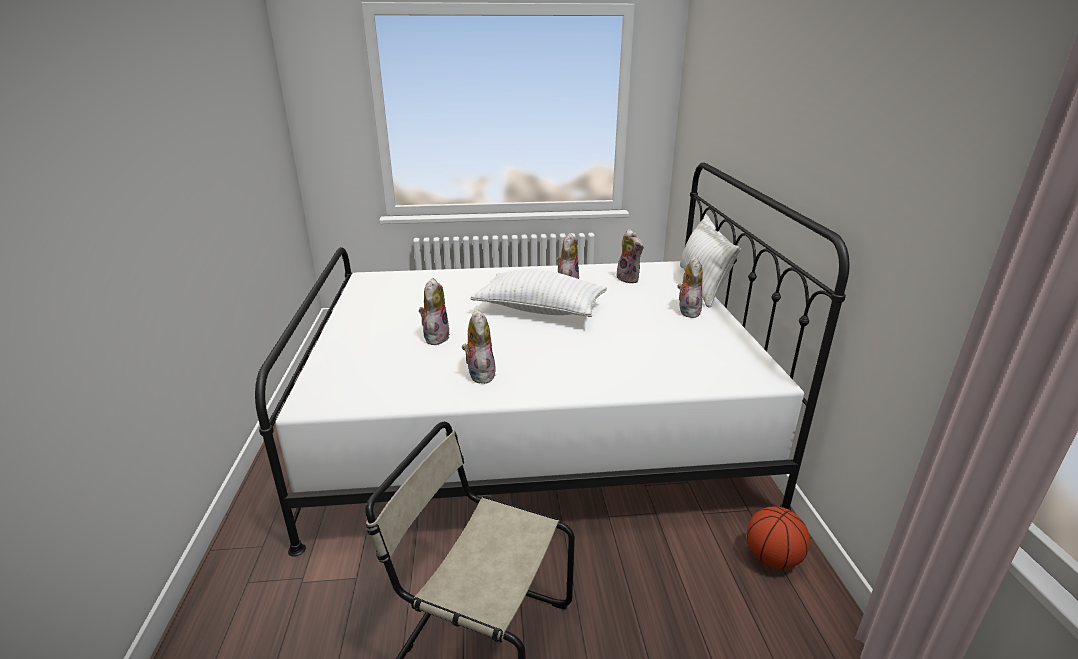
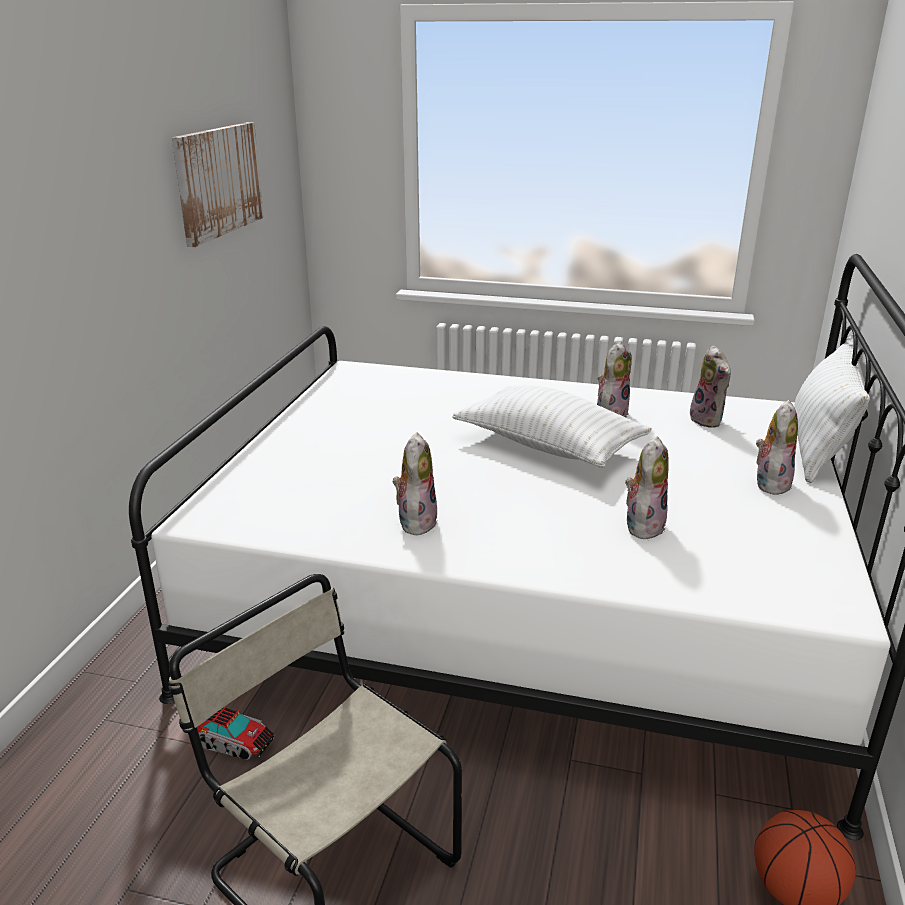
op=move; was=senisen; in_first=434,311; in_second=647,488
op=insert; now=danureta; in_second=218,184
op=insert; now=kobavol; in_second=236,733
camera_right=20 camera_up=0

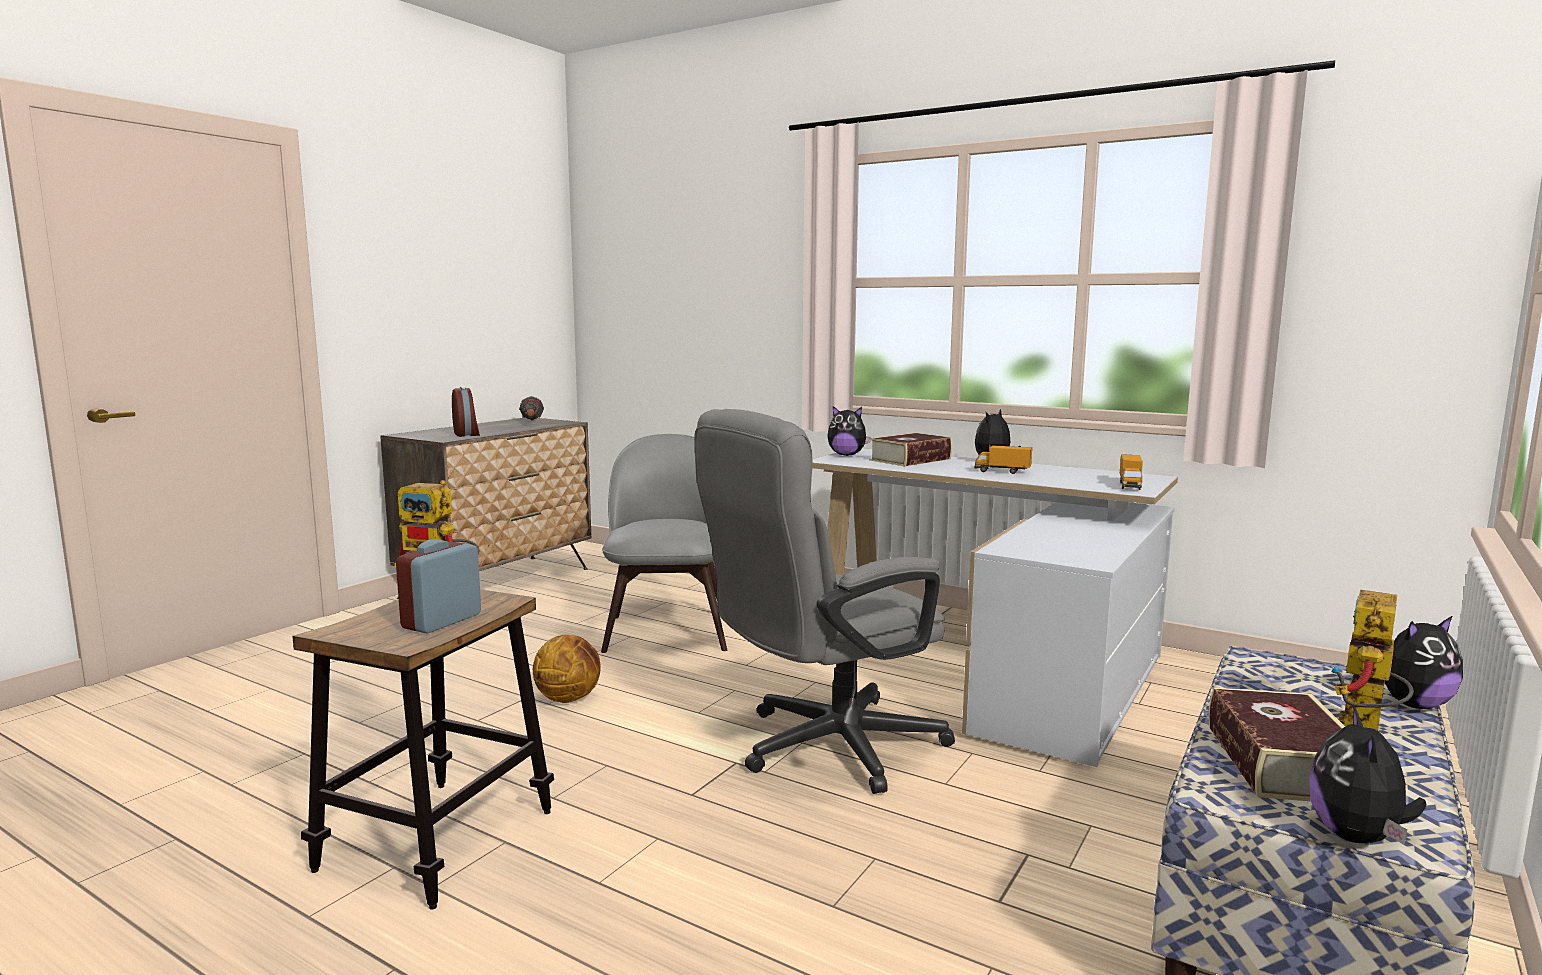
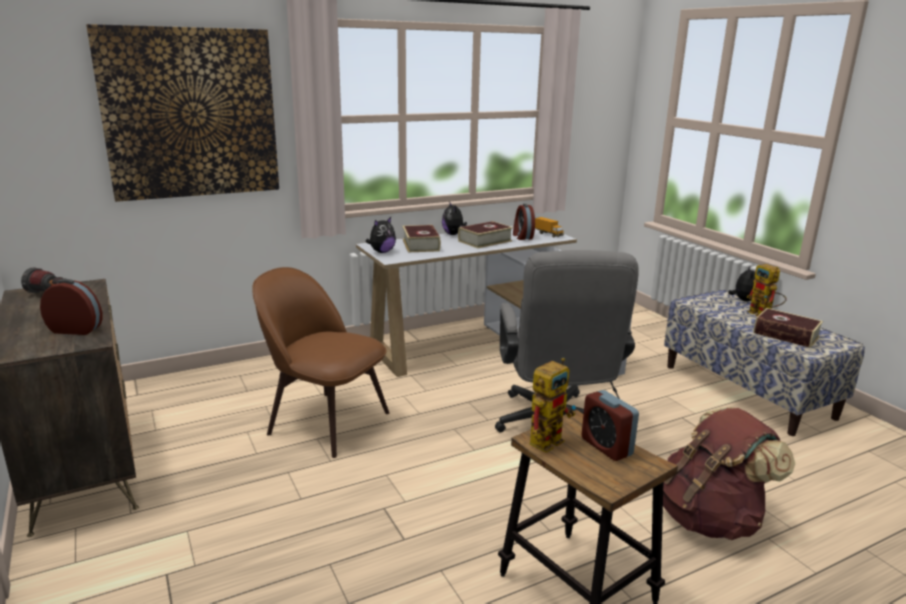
op=recolor; was=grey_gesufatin; now=brown_gesufatin; in_first=664,543; in_second=320,362
op=replace; was=kobavol; now=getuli; in_first=1003,459; in_second=485,234
op=delete; was=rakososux; in_first=567,669
op=delete; was=senisen; in_first=1367,774
op=insert; now=danureta; in_second=182,113
op=insert; now=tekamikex; in_second=524,222
op=insert; now=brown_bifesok; in_second=729,473
camera_right=-60 camera_up=10

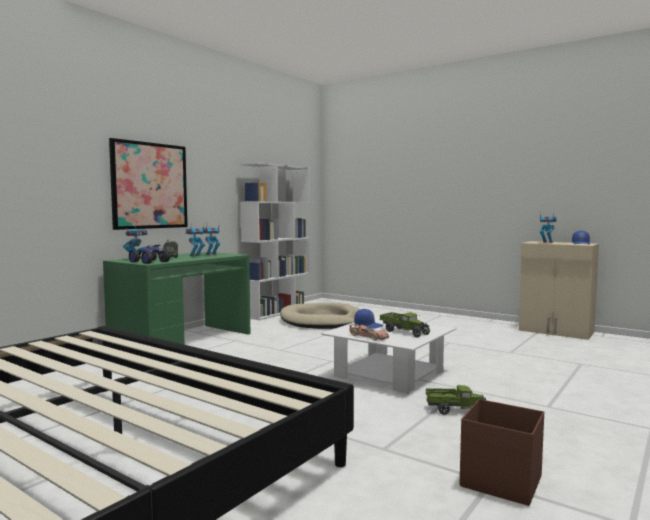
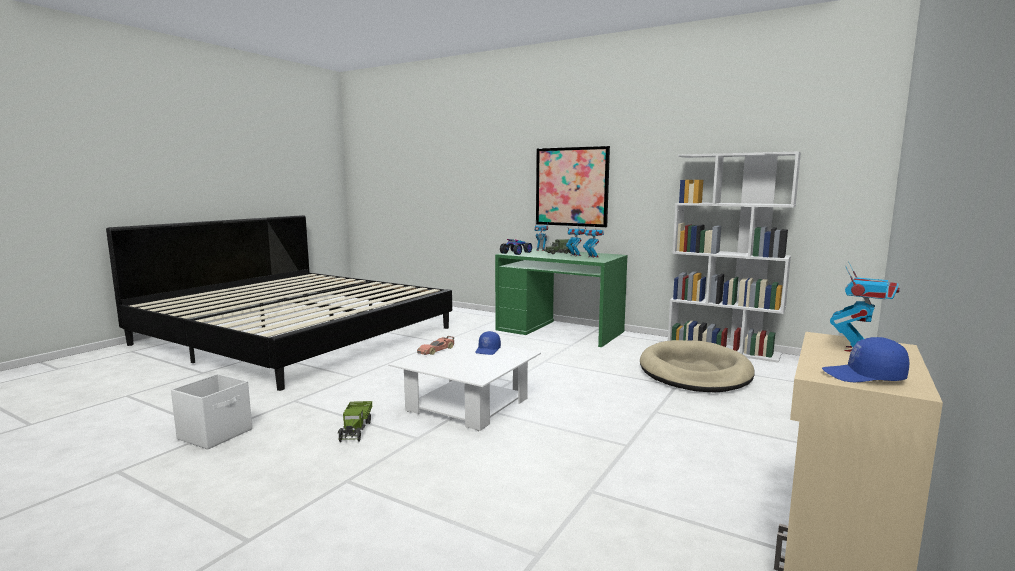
op=delete; was=kobavol; in_first=405,324
op=recolor; was=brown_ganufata; now=white_ganufata; in_first=502,452; in_second=211,412
camera_right=85 camera_up=5

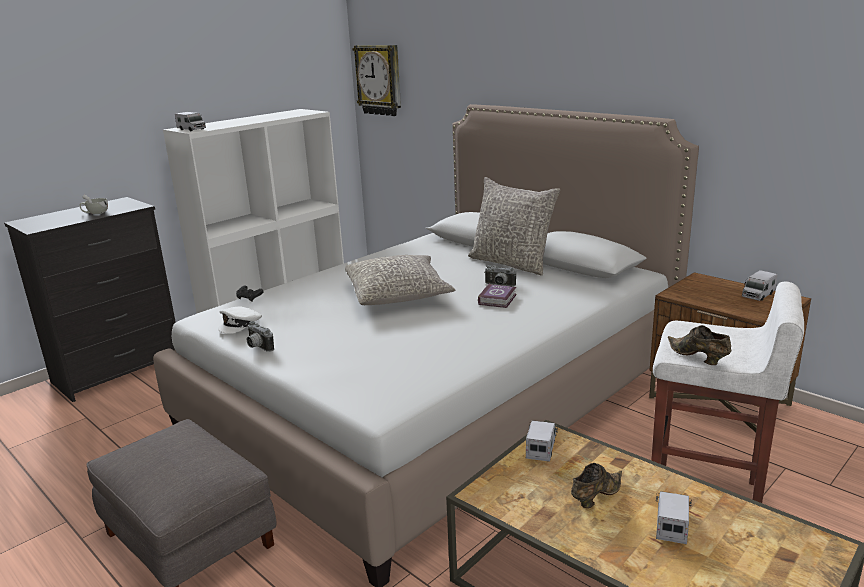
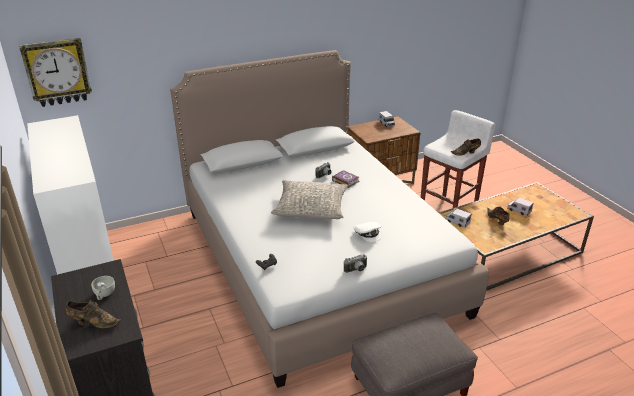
op=delete; was=kobavol; in_first=190,121
op=delete; was=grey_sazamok; in_first=514,226
op=move; was=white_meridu; in_first=240,320; in_second=367,232
op=insert; now=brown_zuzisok; in_second=93,314
camera_right=-70 camera_up=10

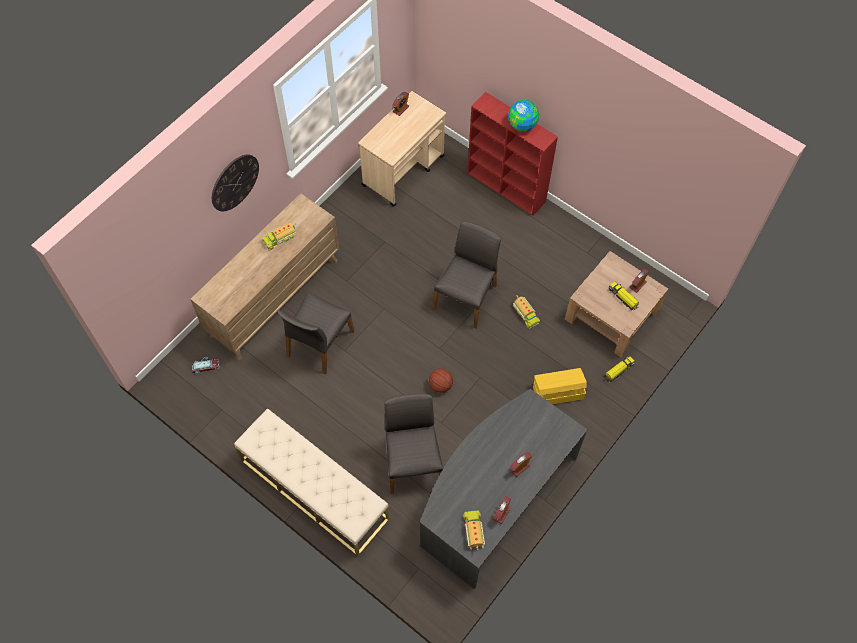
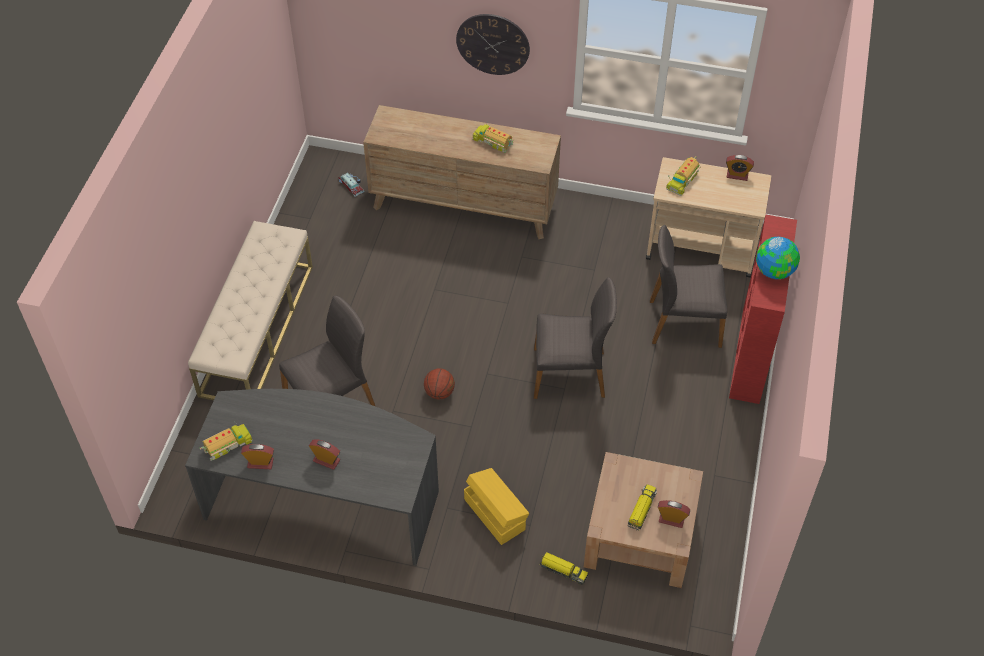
op=move; was=grey_gesufatin; in_first=315,333; in_second=688,286
op=move; was=kobavol; in_first=526,312; in_second=683,176
camera_right=65 camera_up=-10

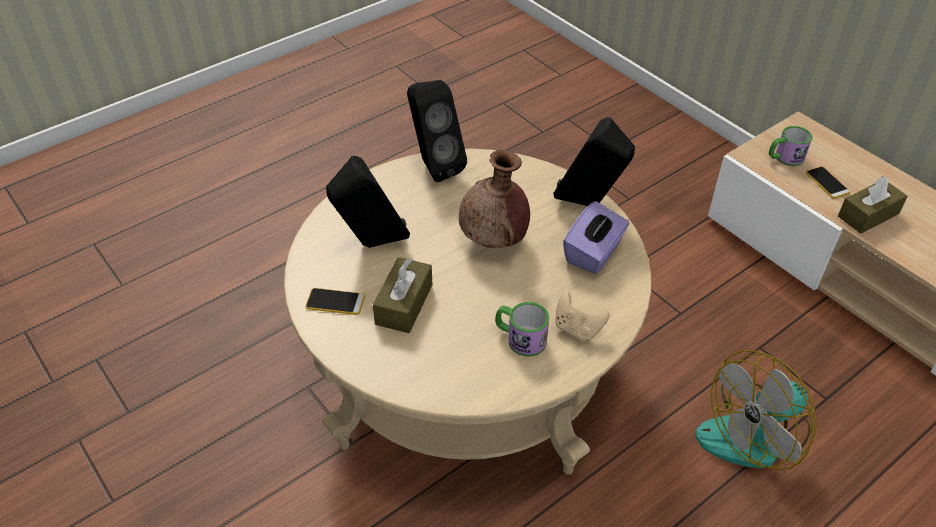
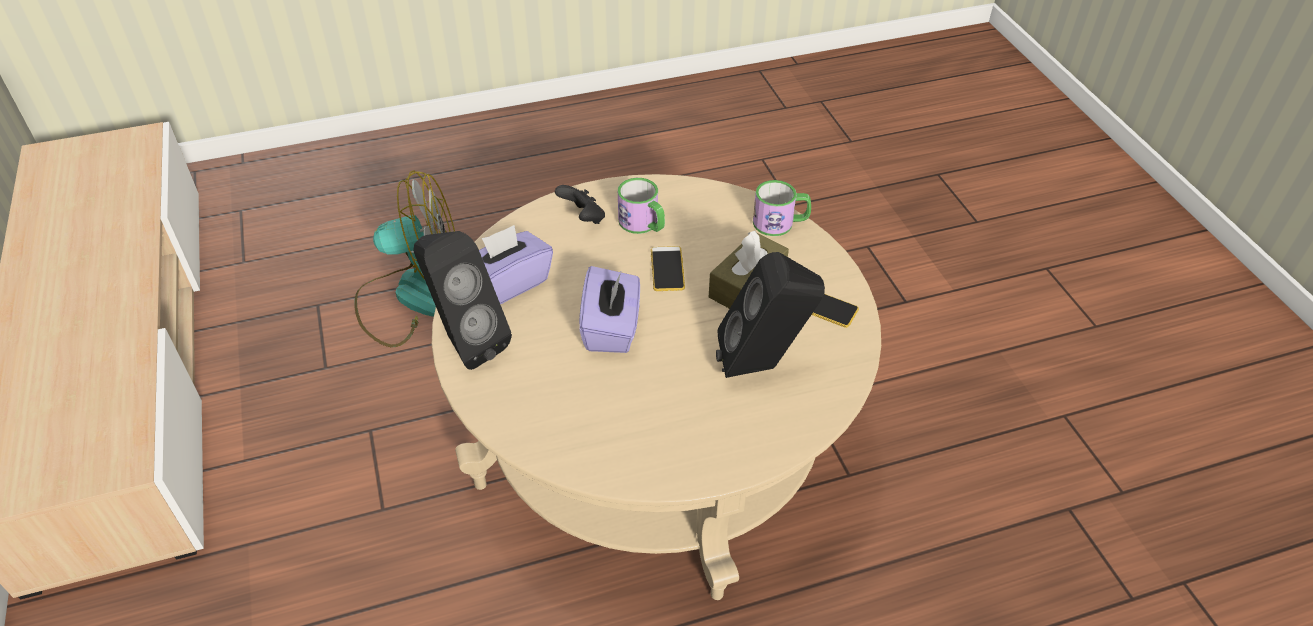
op=delete; was=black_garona; in_first=437,131
op=move; was=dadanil; in_first=791,146; in_second=782,208
op=replace; was=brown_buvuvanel; now=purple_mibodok; in_first=494,199; in_second=609,309
op=move; was=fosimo; in_first=828,182; in_second=668,268
op=delete; was=brown_mibodok; in_first=873,205
op=recolor; was=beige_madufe; now=black_madufe; in_first=582,316; in_second=580,204
camera_right=-160 camera_up=0

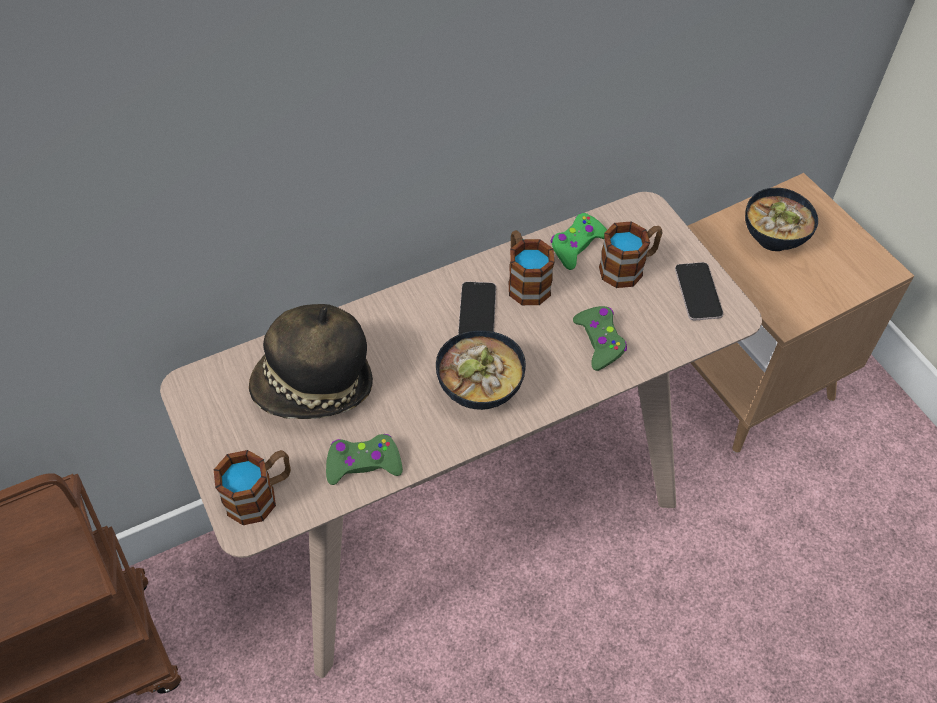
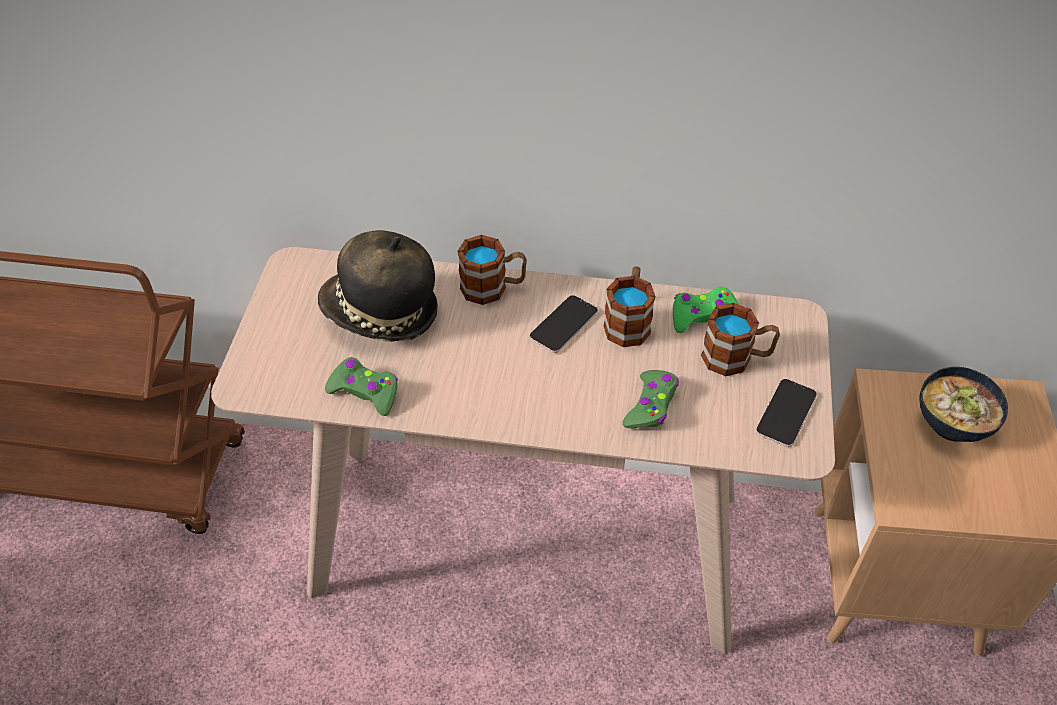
op=delete; was=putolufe; in_first=481,370
op=move; was=dadanil; in_first=252,487; in_second=492,270
camera_right=35 camera_up=-5

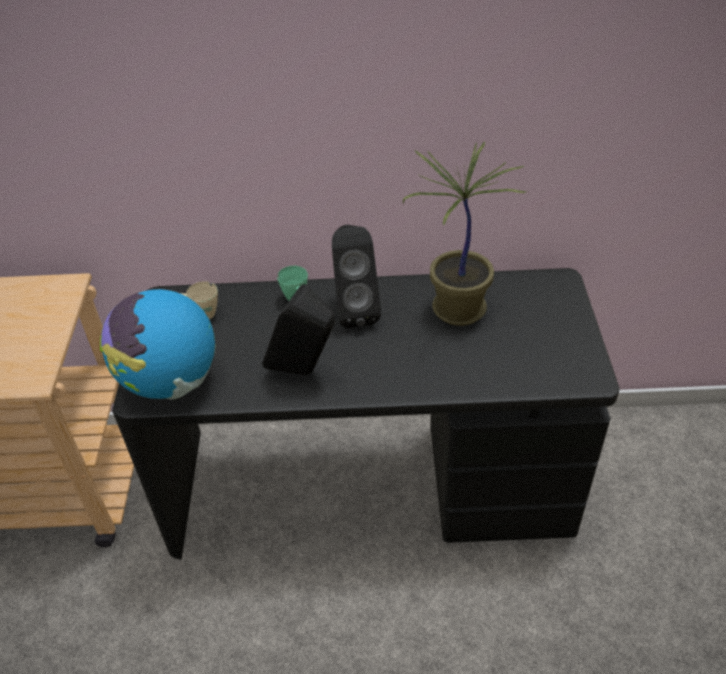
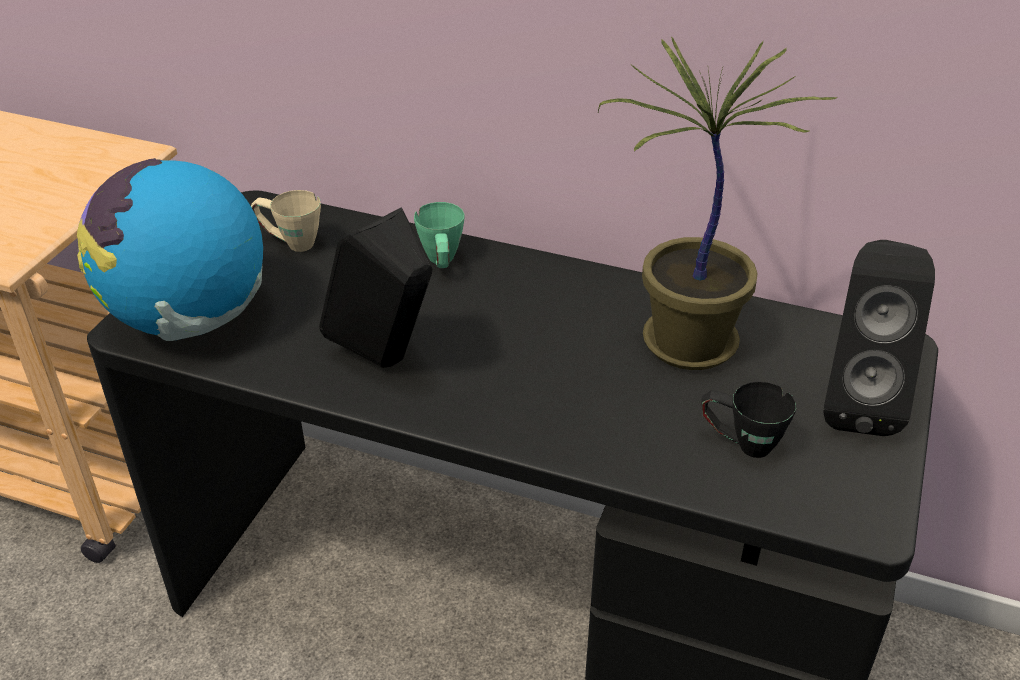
op=move; was=black_garona; in_first=356,276; in_second=879,338
op=insert; now=black_dadanil; in_second=749,419
camera_right=20 camera_up=-5

